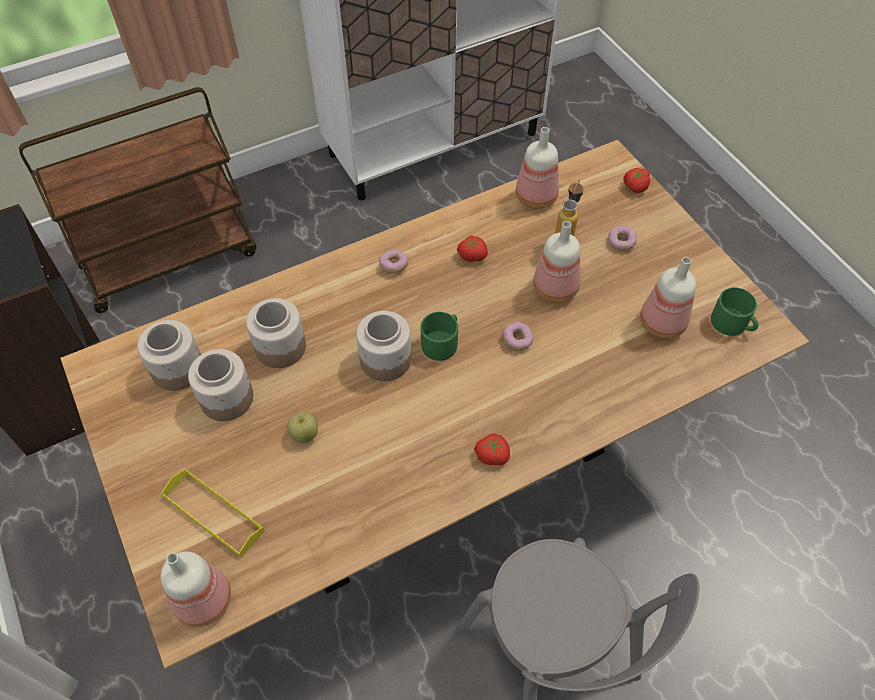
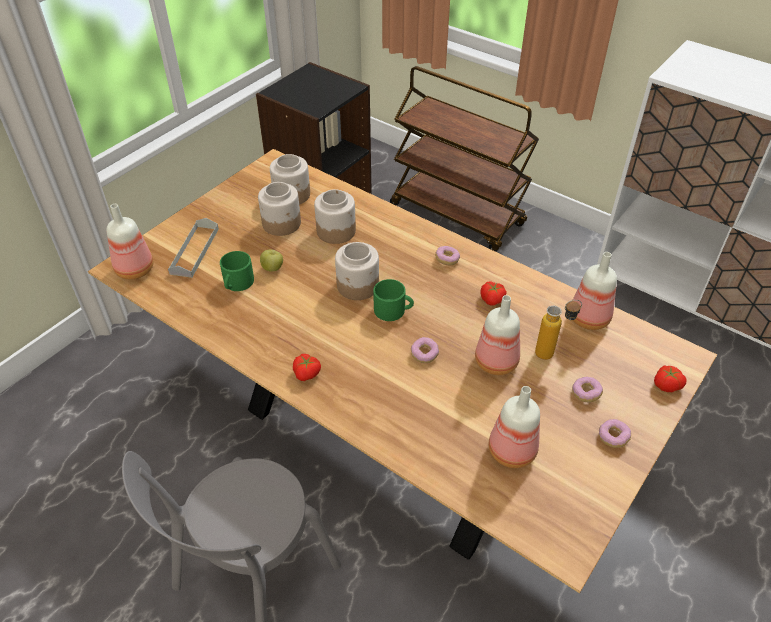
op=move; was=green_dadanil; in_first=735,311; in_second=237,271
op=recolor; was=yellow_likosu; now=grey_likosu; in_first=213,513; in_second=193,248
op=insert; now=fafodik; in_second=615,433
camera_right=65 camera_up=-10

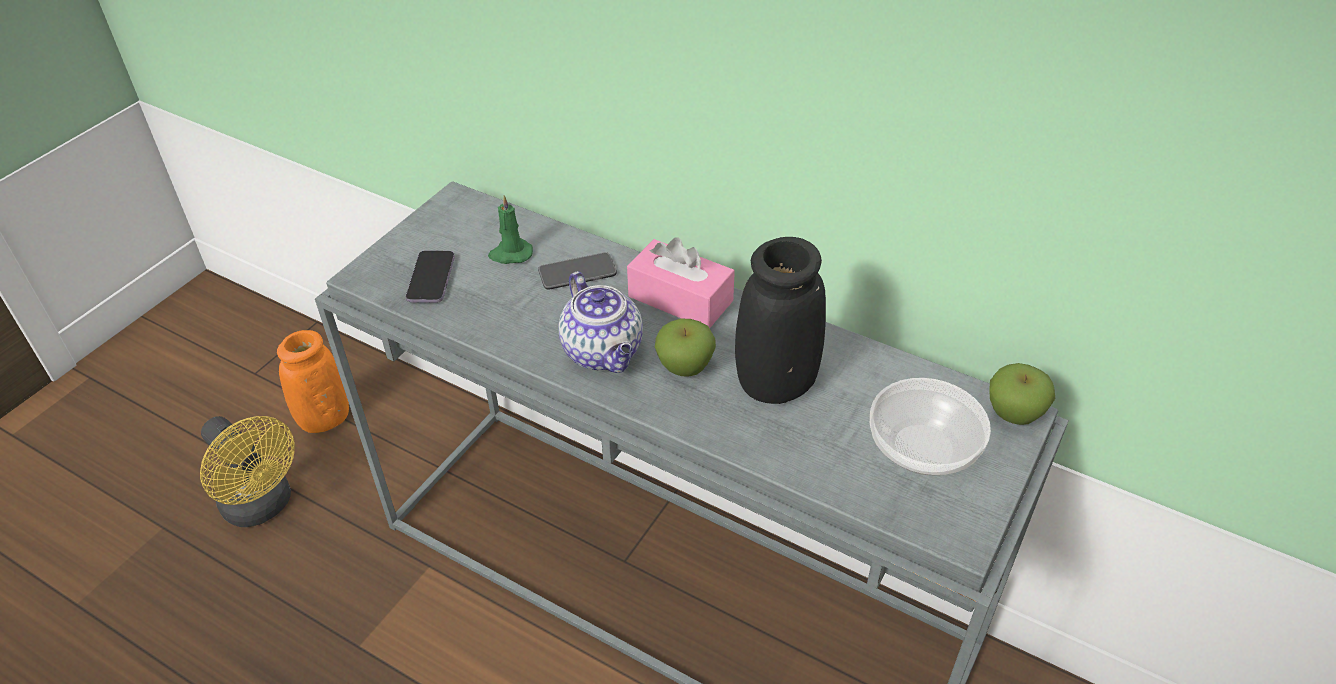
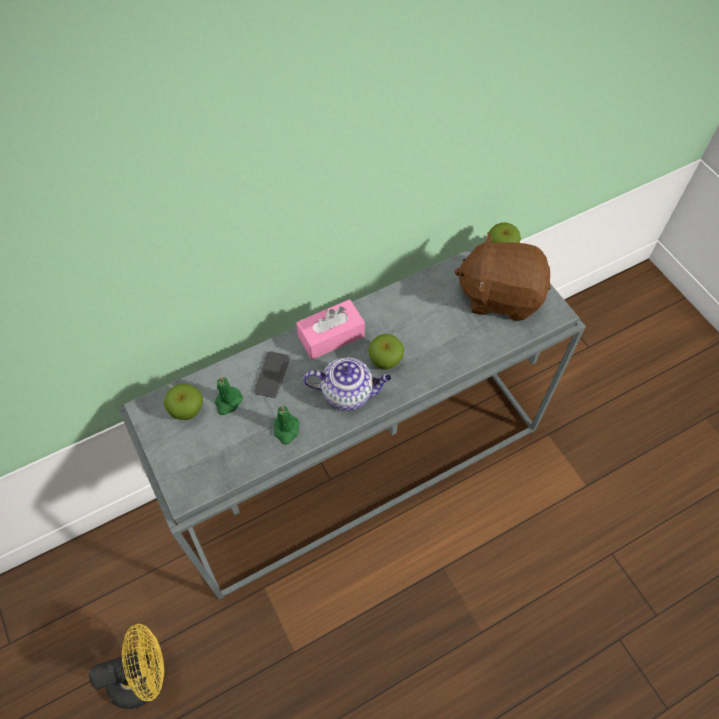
op=delete; was=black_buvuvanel; in_first=780,320
op=delete; was=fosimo; in_first=430,276
op=delete; was=orange_buvuvanel; in_first=313,381
op=replace; was=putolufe; now=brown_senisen; in_first=930,427; in_second=502,276
op=insert; now=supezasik; in_second=183,402
op=insert; now=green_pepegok; in_second=287,425
camera_right=-60 camera_up=15

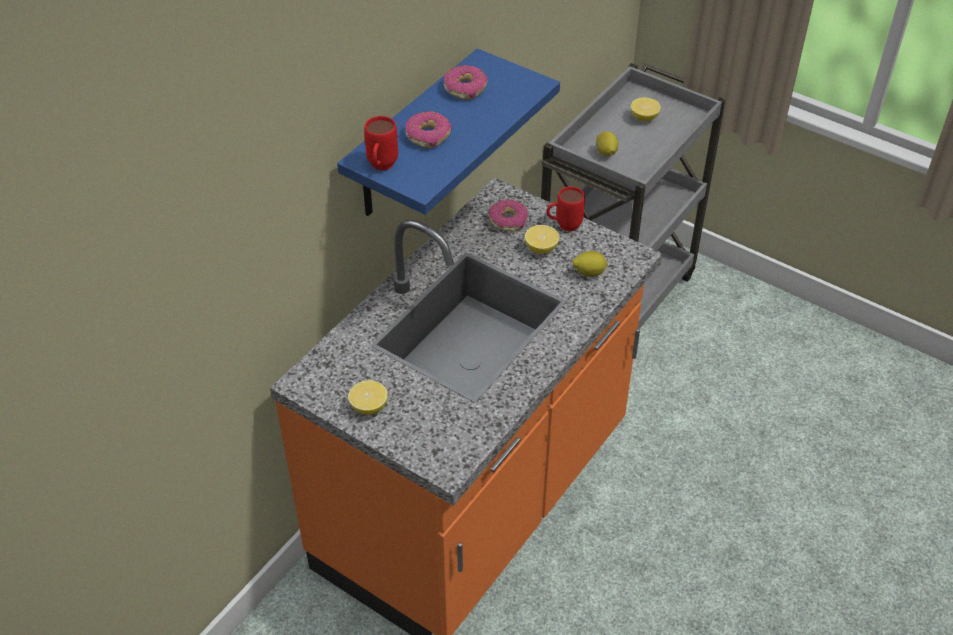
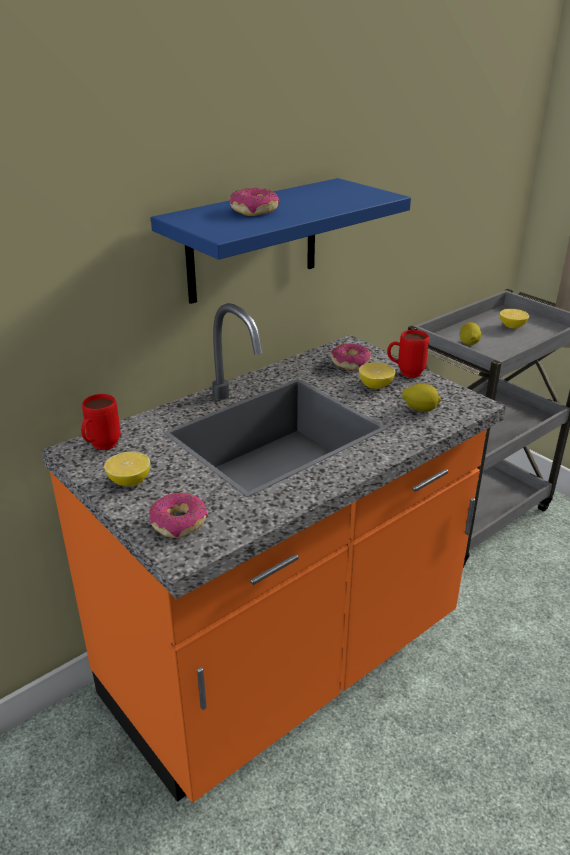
op=move; was=fafodik; in_first=466,82; in_second=178,515
op=move; was=red_dadanil; in_first=381,143; in_second=101,422
camera_right=15 camera_up=-15

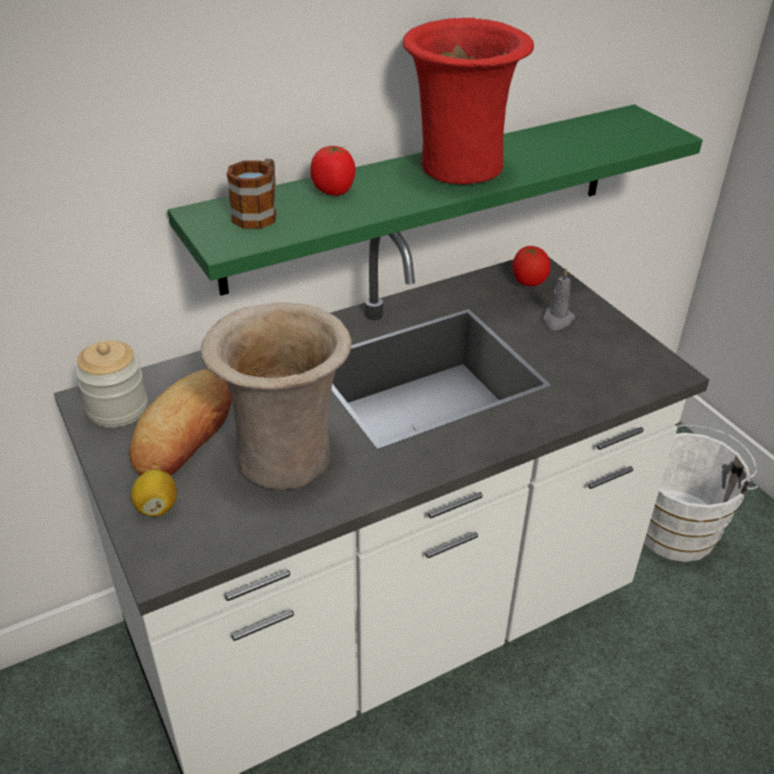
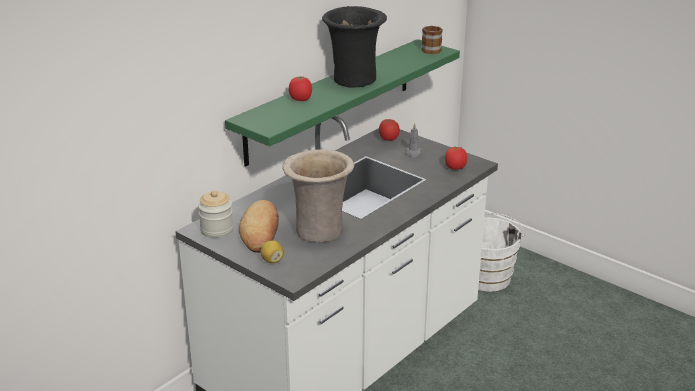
op=recolor; was=red_buvuvanel; now=black_buvuvanel; in_first=468,101; in_second=354,47
op=move; was=dadanil; in_first=252,194; in_second=432,39
op=insert; now=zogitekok; in_second=456,158
camera_right=-20 camera_up=-10

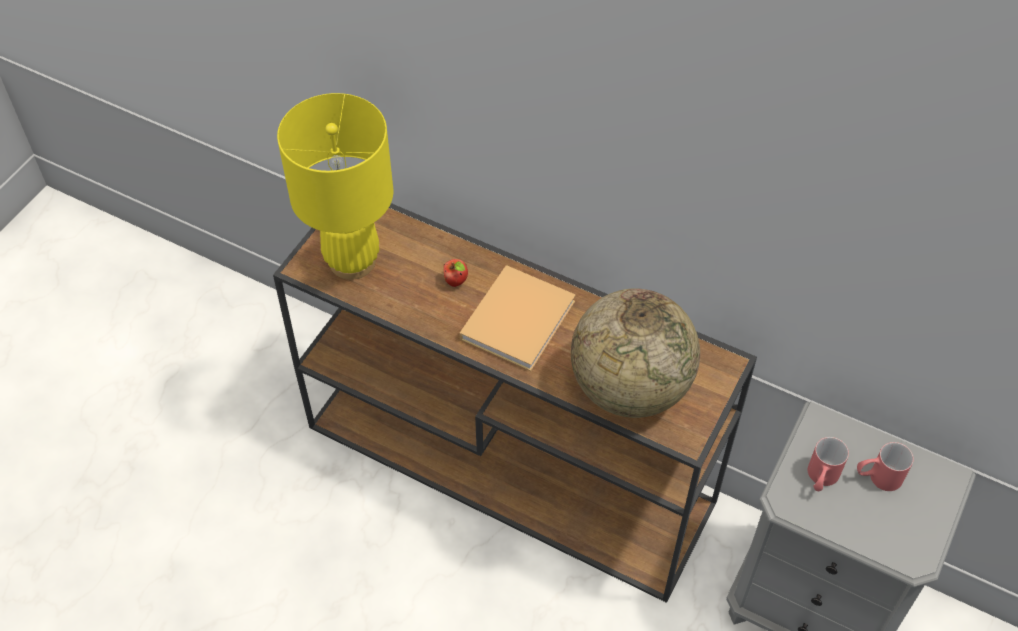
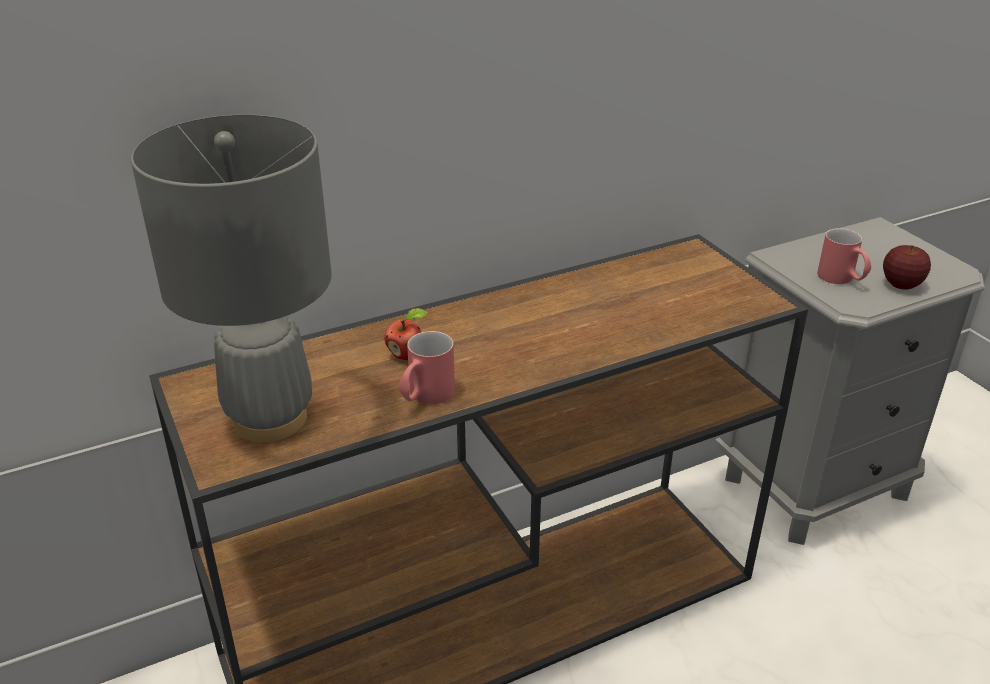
op=recolor; was=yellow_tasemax; now=grey_tasemax; in_first=335,186; in_second=231,278
op=delete; was=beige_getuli; in_first=518,318
op=delete; was=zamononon; in_first=635,353
op=move; was=red_dadanil; in_first=885,466; in_second=427,367
op=insert; now=supezasik; in_second=907,267
camera_right=-55 camera_up=-20

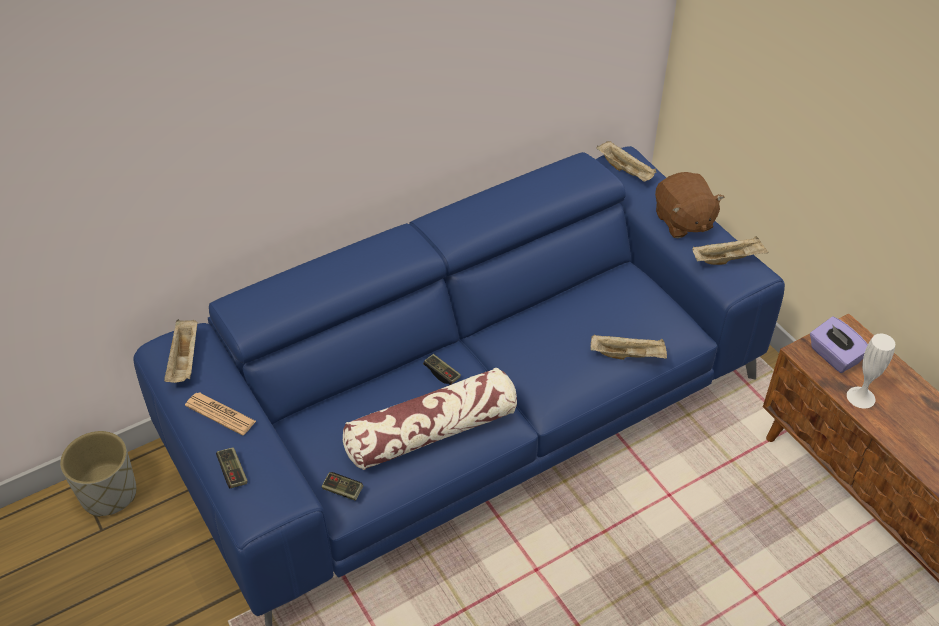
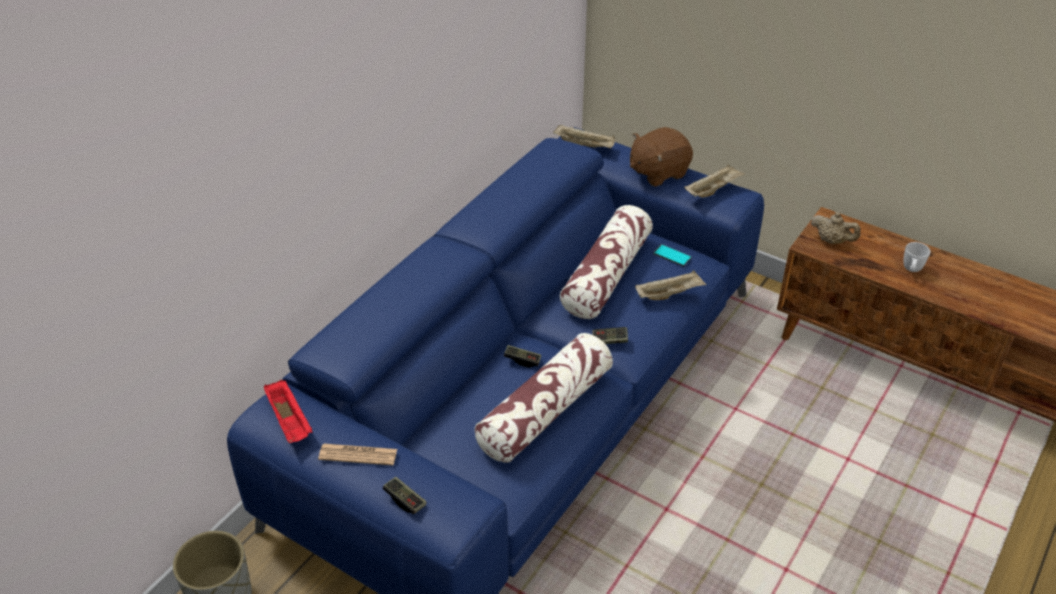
op=rotate; was=brown_senisen; in_first=689,205; in_second=661,157; clockwise=105
op=replace; was=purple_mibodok; now=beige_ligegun; in_first=839,344; in_second=835,228
op=recolor; was=beige_likosu; now=red_likosu; in_first=180,351; in_second=288,411
op=delete; was=white_buvuvanel; in_first=871,371
op=move; was=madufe; in_first=342,486; in_second=610,335
op=insert; now=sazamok; in_second=606,262
op=insert; now=white_dadanil; in_second=917,257
op=insert; now=fosimo; in_second=672,255
camera_right=-25 camera_up=-5

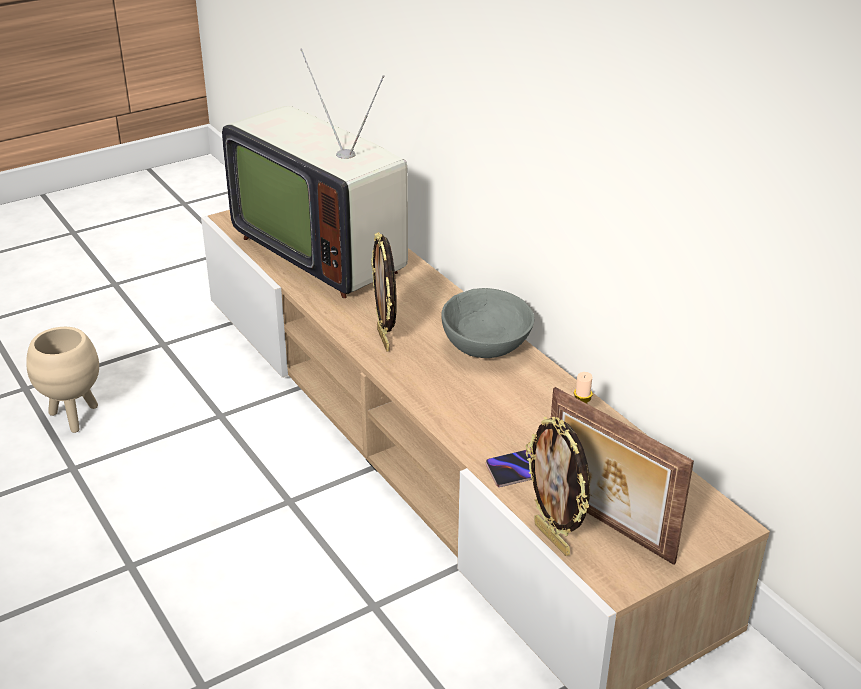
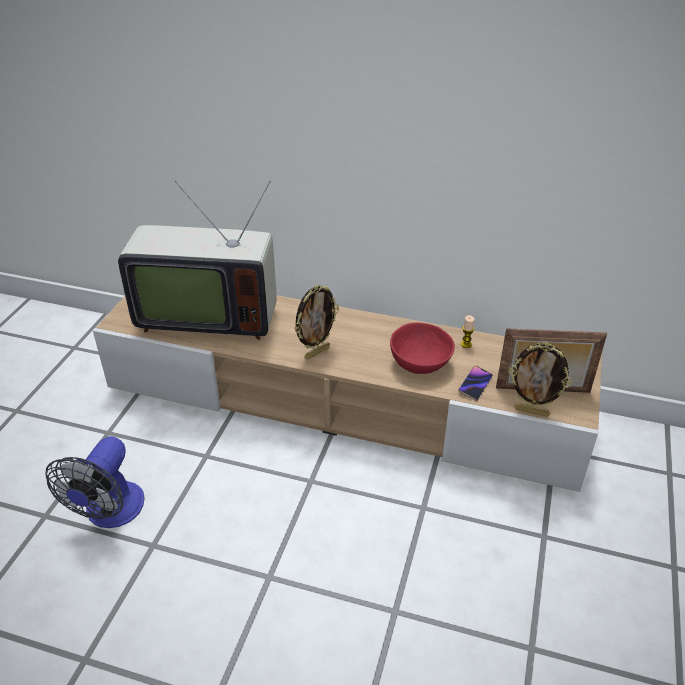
op=rotate; was=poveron; in_first=384,292; in_second=316,322; clockwise=-75
op=delete; was=grey_putolufe; in_first=487,323
op=replace; was=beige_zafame; now=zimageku; in_first=62,380; in_second=95,482
op=insert; now=red_putolufe; in_second=422,348
camera_right=-40 camera_up=5

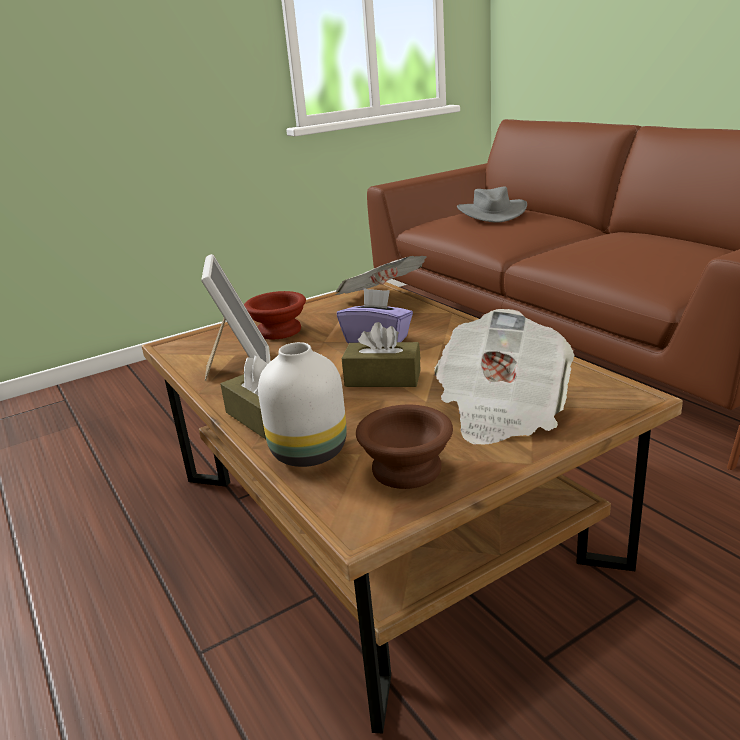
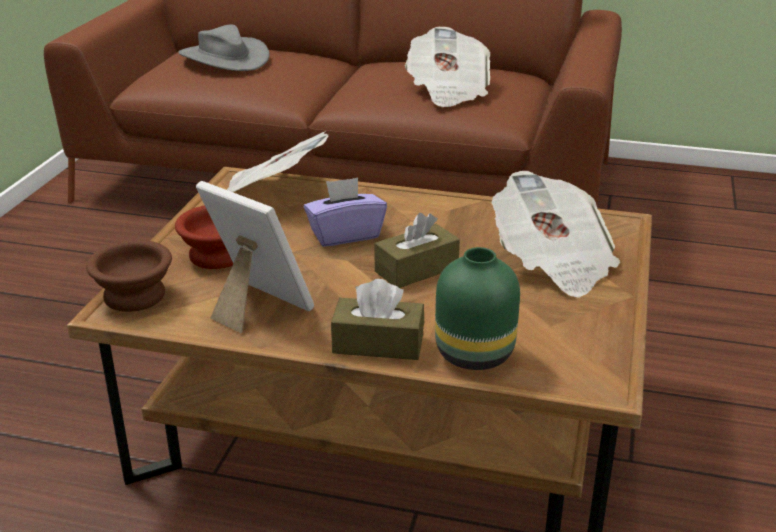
op=recolor; was=white_buvuvanel; now=green_buvuvanel; in_first=302,404; in_second=477,308
op=move; was=brown_putolufe; in_first=404,446; in_second=129,276
op=insert; now=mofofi; in_second=447,67
camera_right=-45 camera_up=5

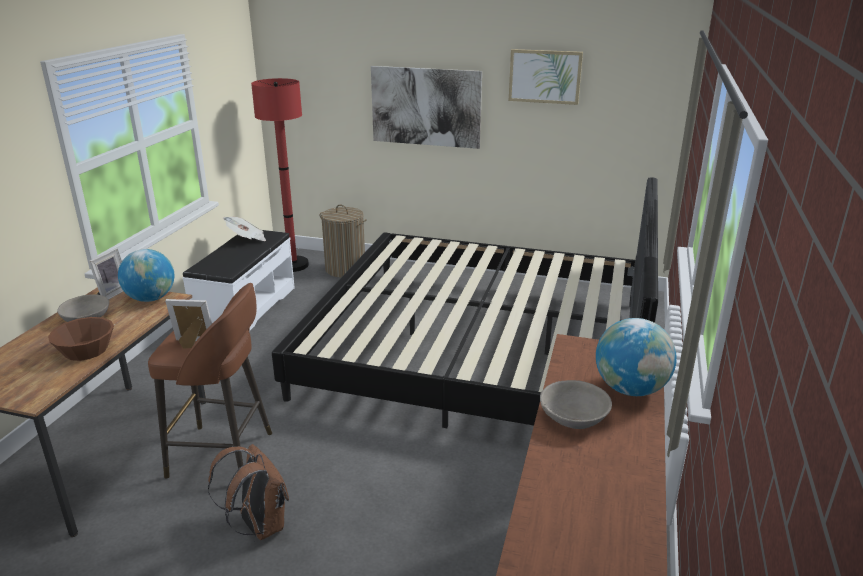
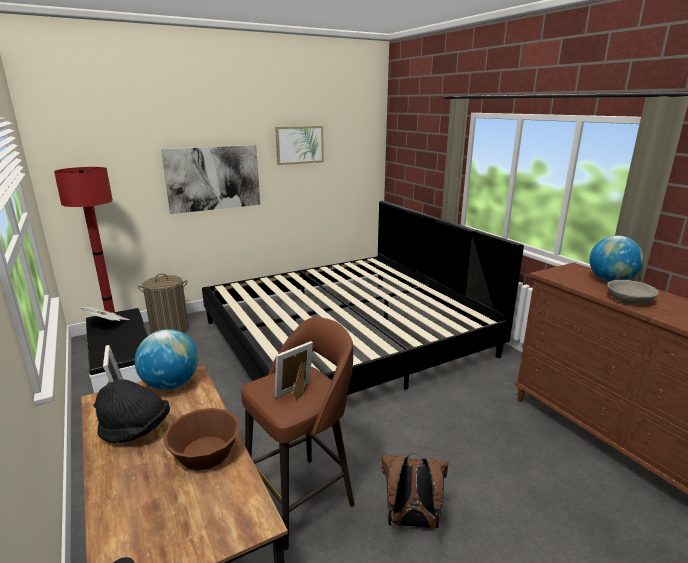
op=replace; was=grey_putolufe; now=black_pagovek; in_first=83,308; in_second=133,411
camera_right=-45 camera_up=-5

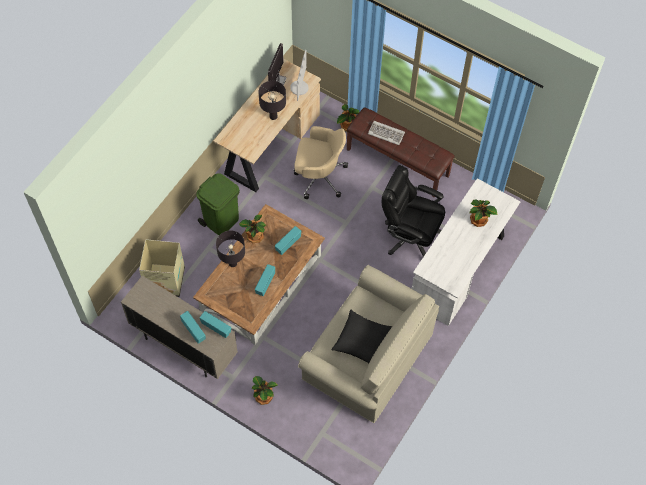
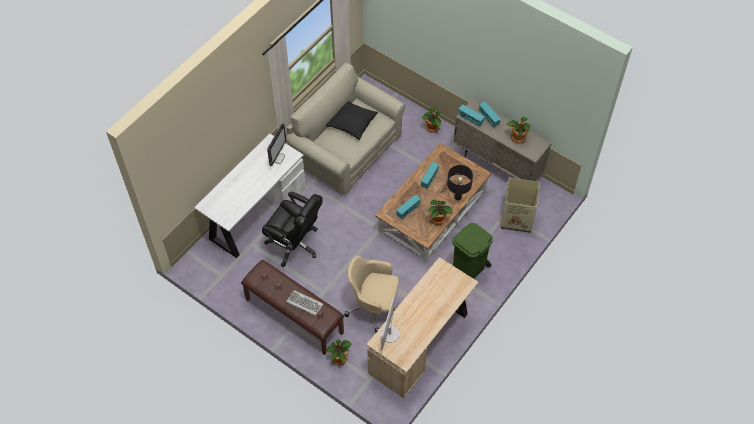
op=move; was=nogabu; in_first=277,64; in_second=276,144
op=delete; was=black_tasemax; in_first=272,100
op=move; was=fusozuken; in_first=483,213; in_second=519,130
camera_right=-175 camera_up=-5

